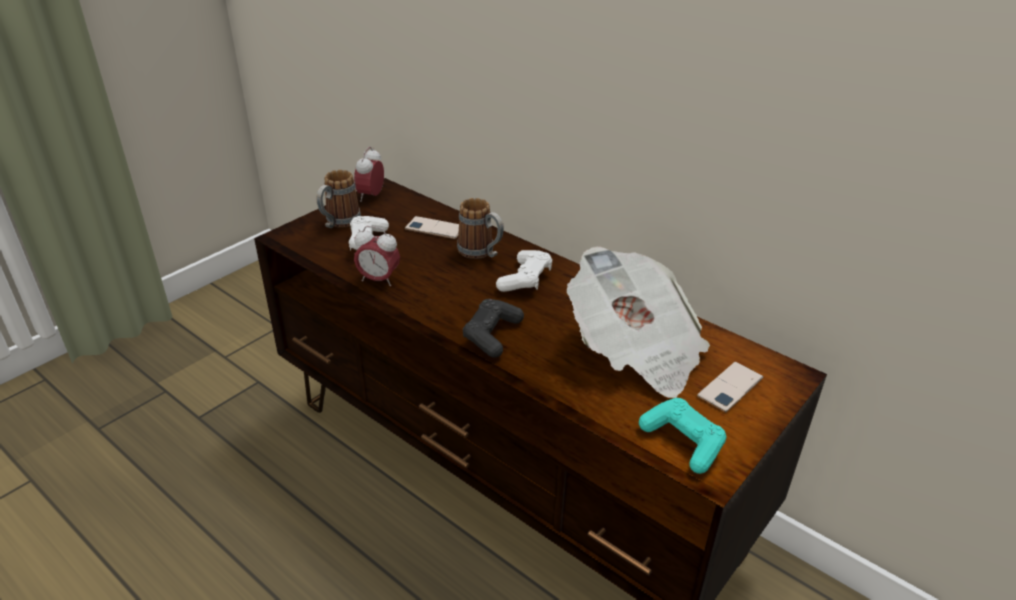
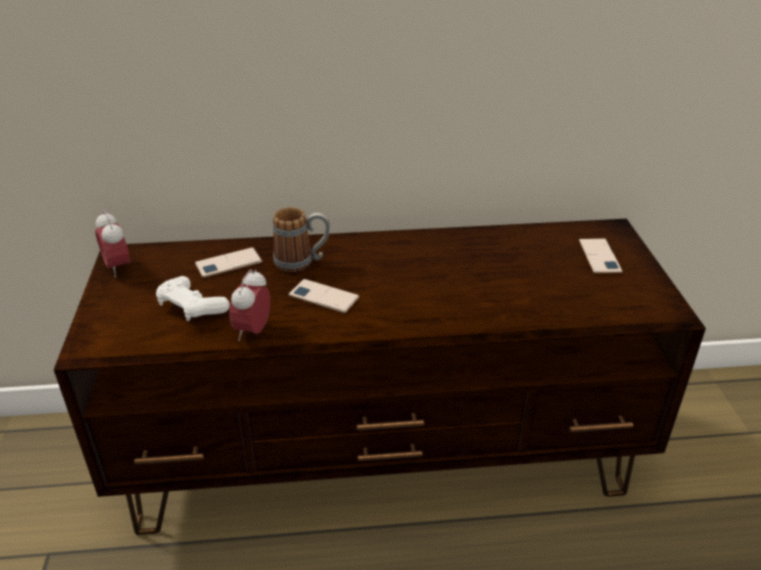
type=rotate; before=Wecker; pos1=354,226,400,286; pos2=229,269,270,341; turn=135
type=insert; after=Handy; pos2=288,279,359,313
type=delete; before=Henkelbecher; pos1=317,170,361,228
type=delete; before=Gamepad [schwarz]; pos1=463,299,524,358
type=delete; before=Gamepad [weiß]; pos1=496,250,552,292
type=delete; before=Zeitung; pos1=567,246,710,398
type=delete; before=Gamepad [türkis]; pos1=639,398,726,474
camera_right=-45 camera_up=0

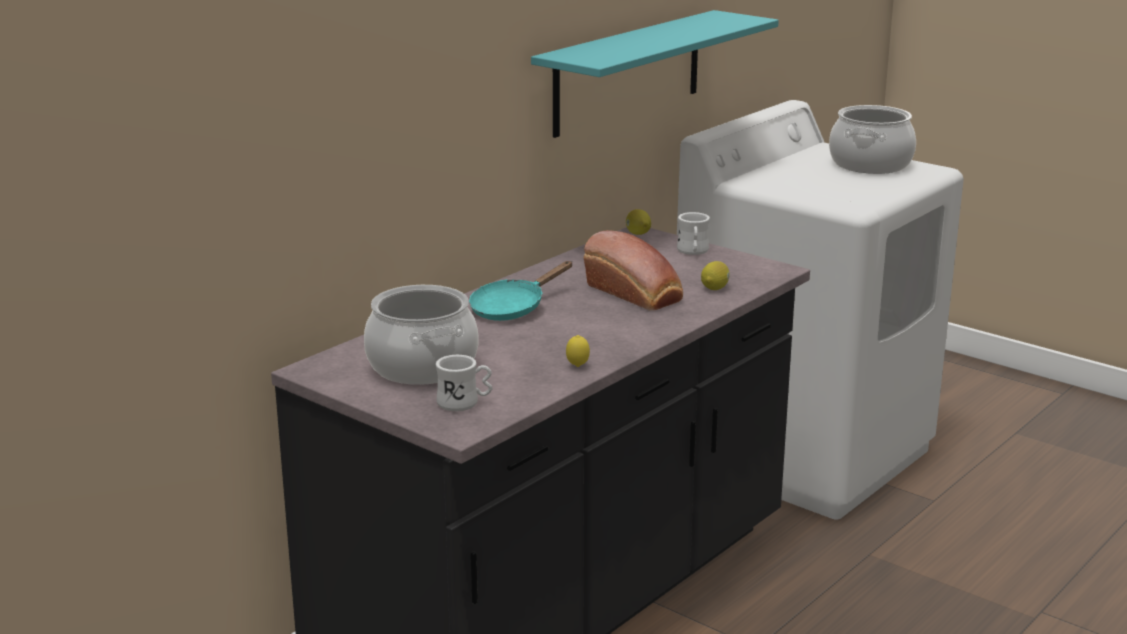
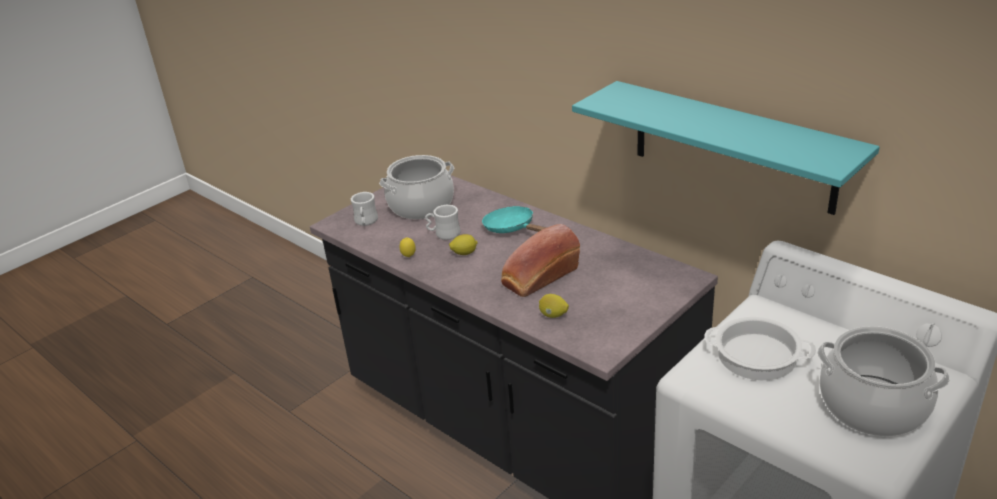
type=move; before=Henkelbecher [weiß]; pos1=677,212,710,255; pos2=425,205,461,240
type=move; before=Zitrone; pos1=626,209,651,235; pos2=449,234,478,255
type=insert; after=Kochtopf; pos2=704,317,816,381
camera_right=95 camera_up=10

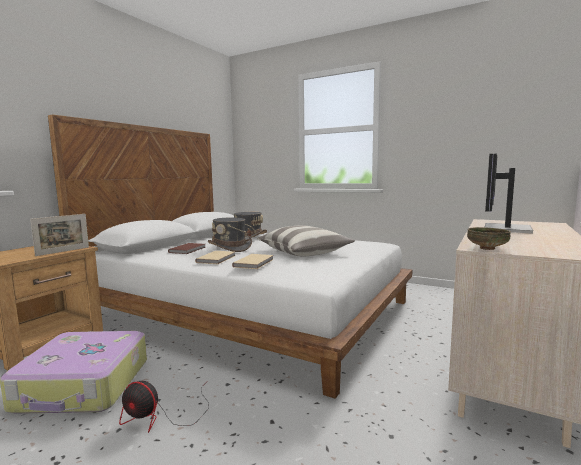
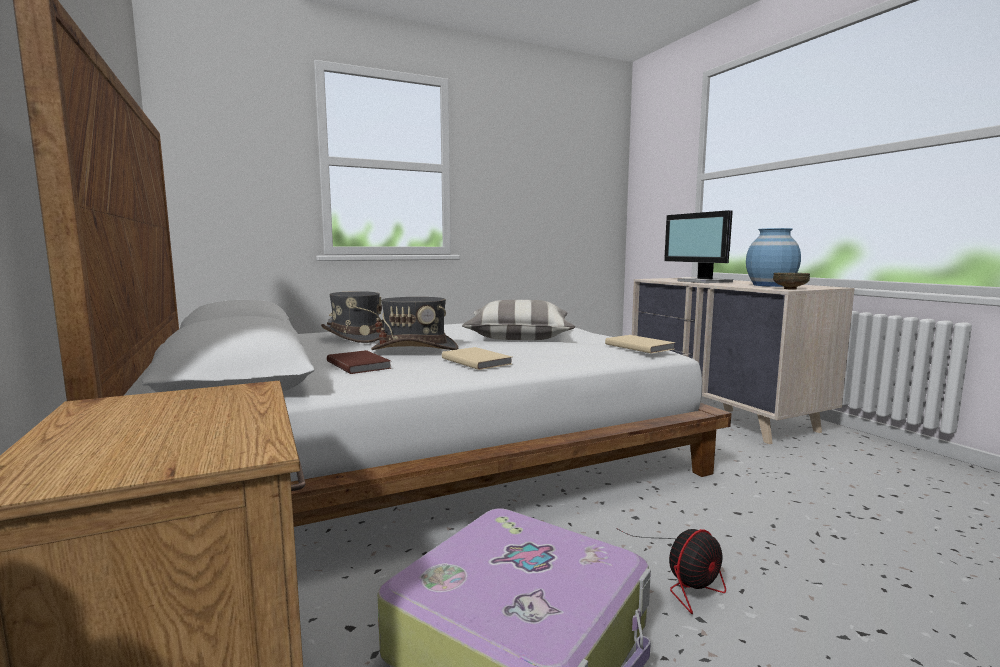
type=move; before=Buch [beige]; pos1=232,254,274,269; pos2=605,335,676,353
type=insert; after=Vase [blau]; pos2=746,228,801,287
type=delete; before=Bilderrahmen; pos1=30,214,89,256
camera_right=-55 camera_up=0

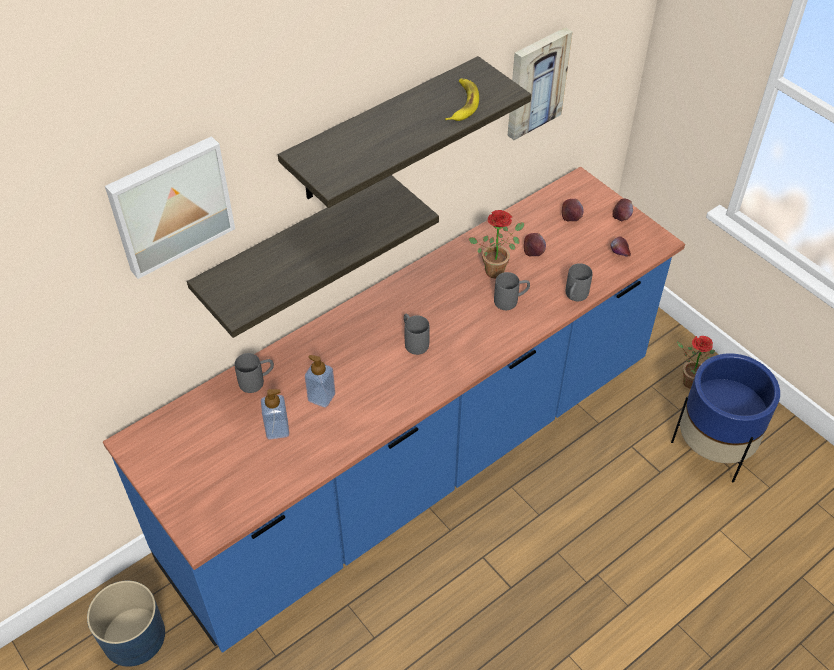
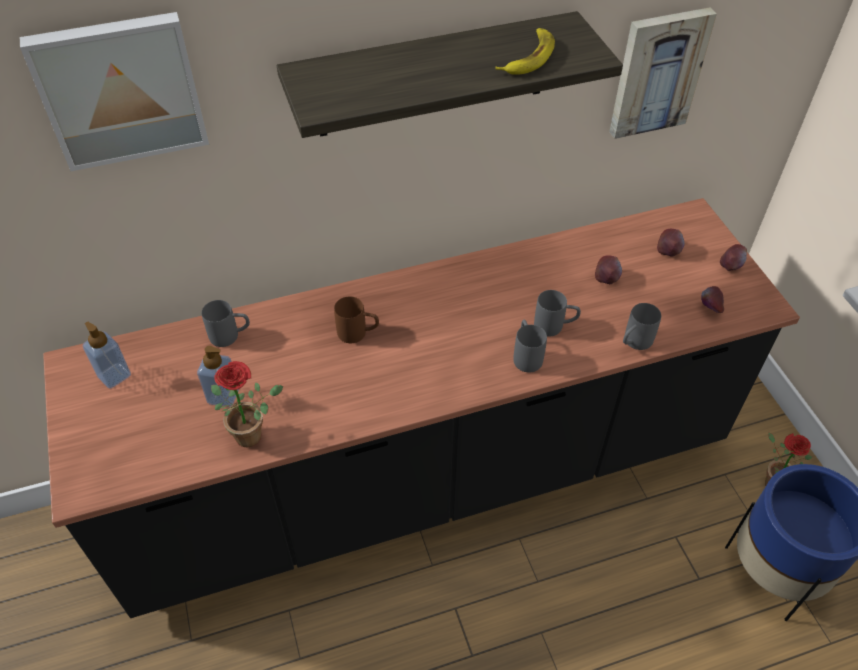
type=recolor; before=Küchenzeile [blau]; after=Küchenzeile [schwarz]; pos1=103,167,685,653; pos2=43,198,800,618
type=move; before=Seifenspender; pos1=305,355,335,407; pos2=83,322,131,389
type=move; before=Topfpflanze; pos1=469,210,524,278; pos2=211,361,283,448
type=insert; after=Henkelbecher [braun]; pos2=334,296,379,343
type=move; before=Henkelbecher [grau]; pos1=404,314,430,355; pos2=513,320,547,372
type=delete; before=Pflanzkübel [blau]; pos1=87,581,165,667
type=delete; before=Wandregal; pos1=187,175,439,338
camera_right=20 camera_up=0

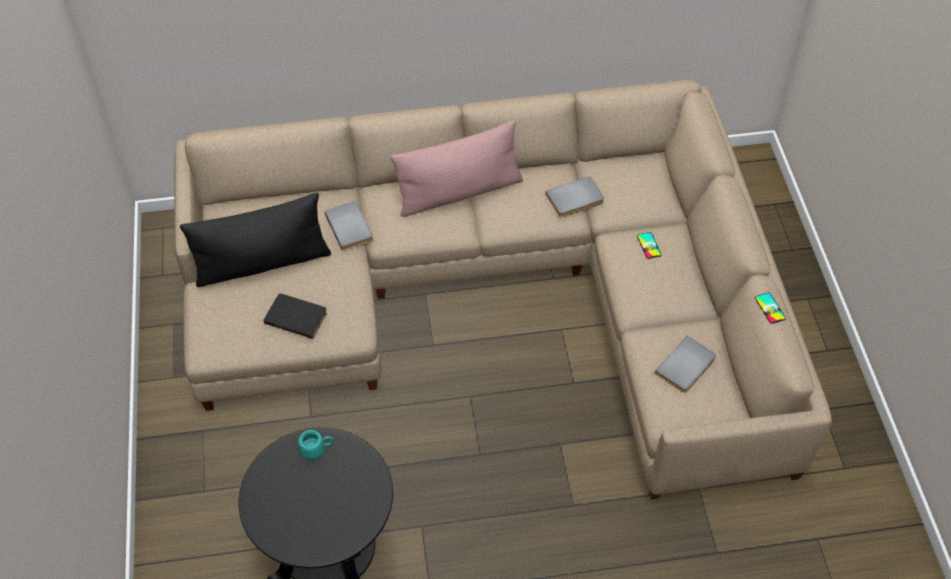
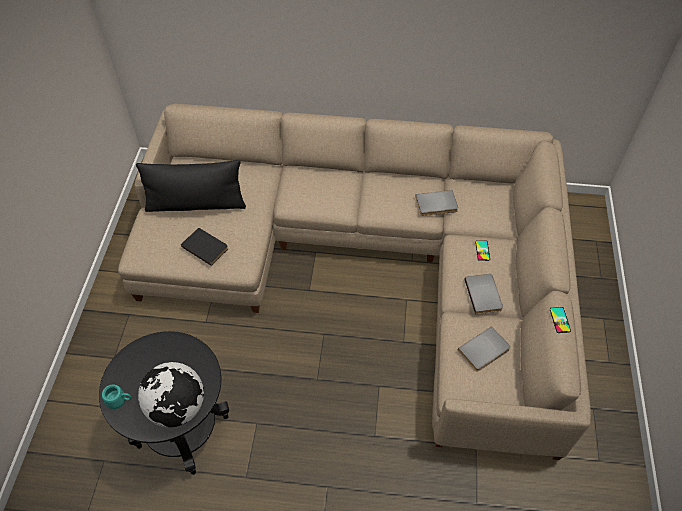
type=move; before=Henkelbecher [türkis]; pos1=299,430,334,460; pos2=102,384,132,409
type=insert; after=Globus; pos2=138,362,204,427
type=move; before=Buch [grau]; pos1=325,201,373,251; pos2=465,274,503,314
type=delete; before=Kissen [rosa]; pos1=390,120,523,217
camera_right=15 camera_up=0

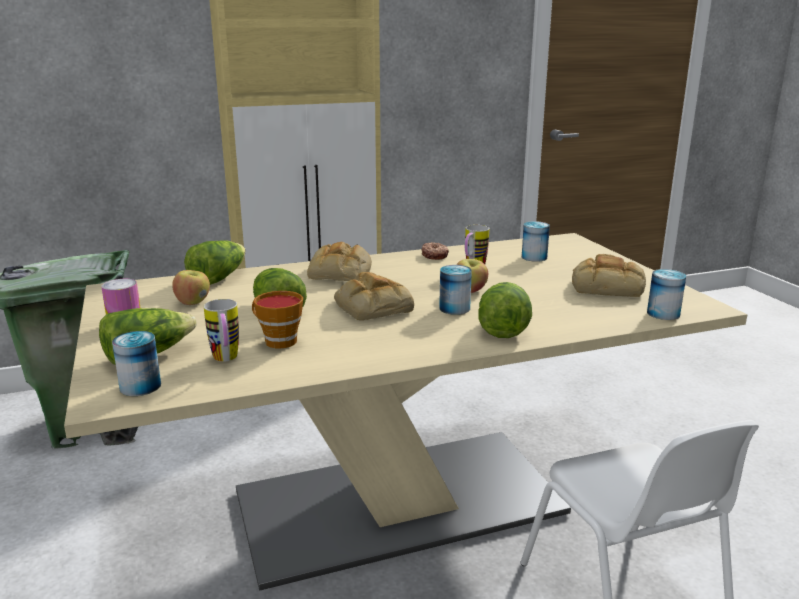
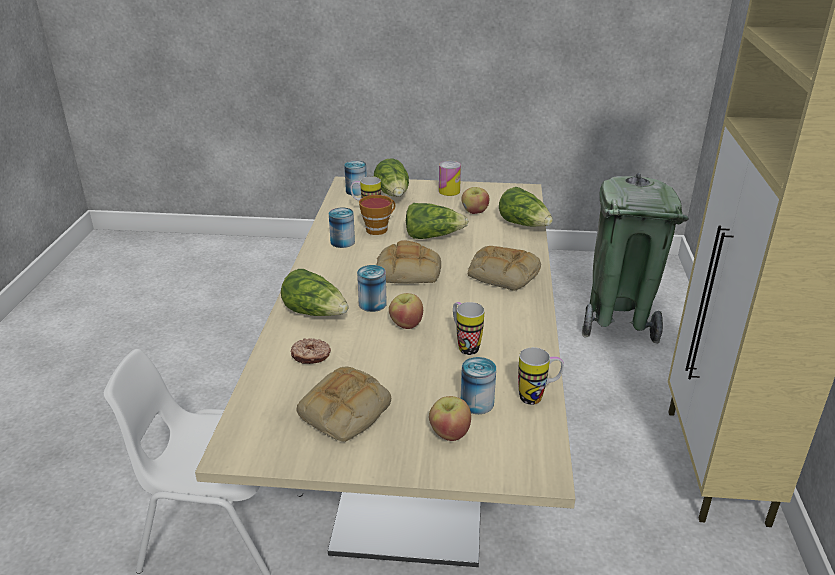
type=move; before=Donut; pos1=422,242,449,260; pos2=290,338,331,364
type=move; before=Dose; pos1=647,269,686,320; pos2=329,208,355,248
type=insert; after=Apfel; pos2=429,396,471,441
type=insert; after=Henkelbecher; pos2=518,347,564,405
camera_right=115 camera_up=10

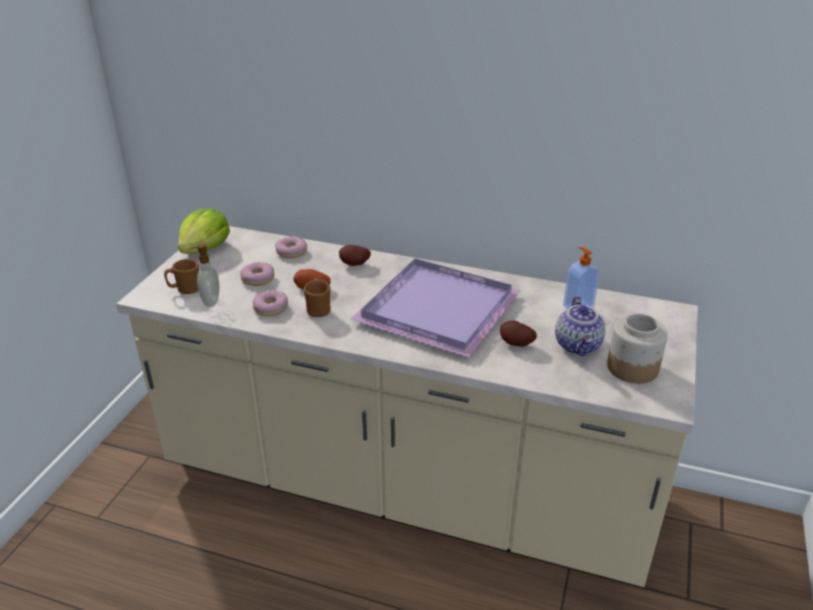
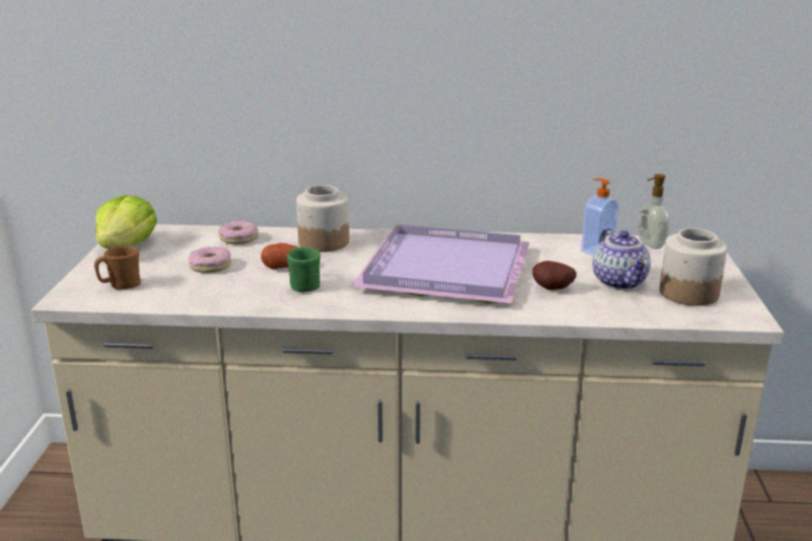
type=recolor; before=Henkelbecher [braun]; after=Henkelbecher [grün]; pos1=303,278,331,317; pos2=287,247,320,292
type=replace; before=Kartoffel; after=Vorratsglas; pos1=339,245,371,266; pos2=296,185,349,252
type=move; before=Seifenspender; pos1=189,243,220,307; pos2=638,174,670,249
type=delete; before=Donut; pos1=253,290,288,316
camera_right=-15 camera_up=-10

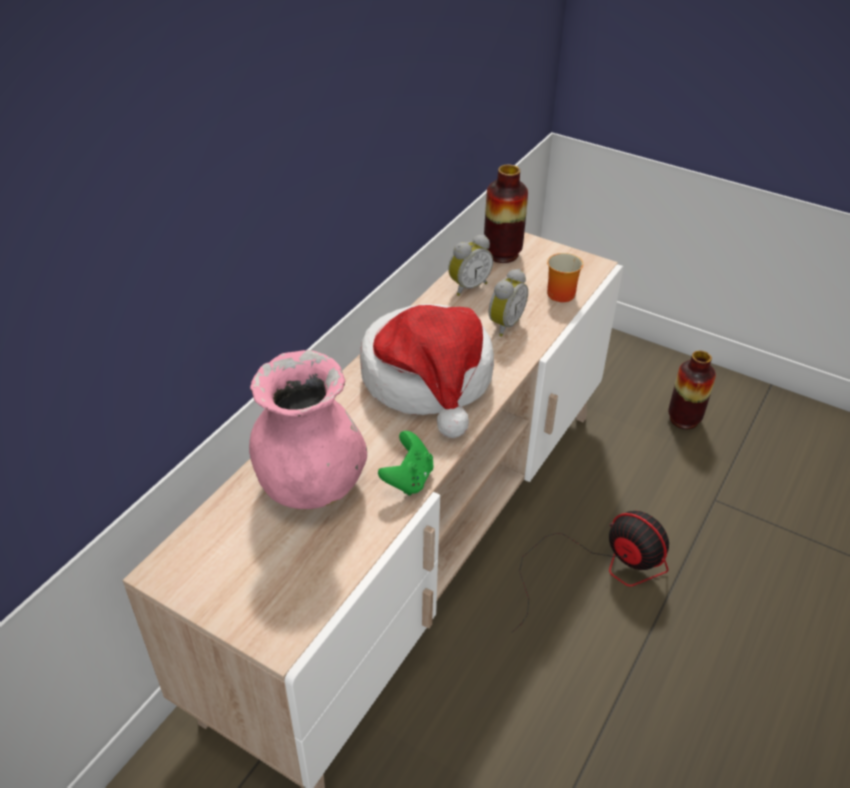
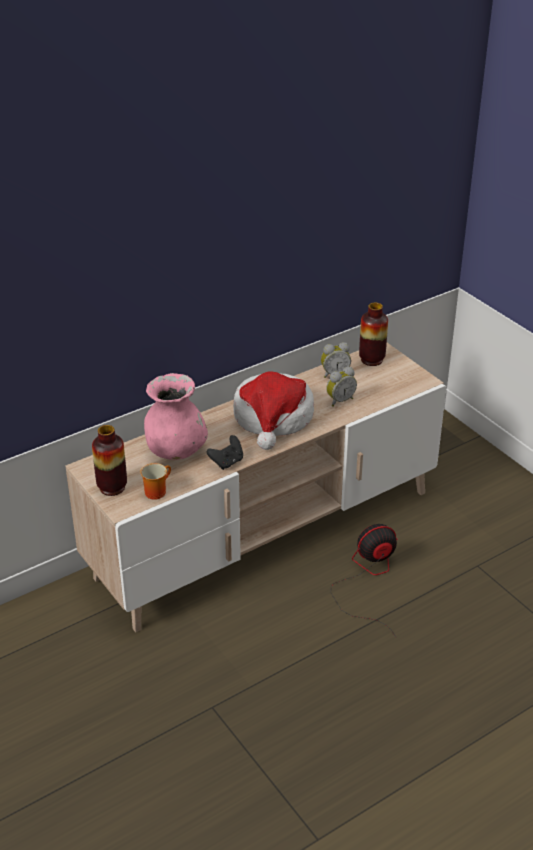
type=move; before=Vase; pos1=668,351,716,429; pos2=92,425,127,496
type=move; before=Henkelbecher; pos1=547,253,583,302; pos2=140,463,171,500
type=recolor; before=Gamepad [grün]; after=Gamepad [schwarz]; pos1=378,431,434,496; pos2=207,435,243,470
type=rotate; before=Ventilator; pos1=512,511,669,633; pos2=331,524,397,637; turn=-90
camera_right=25 camera_up=-5

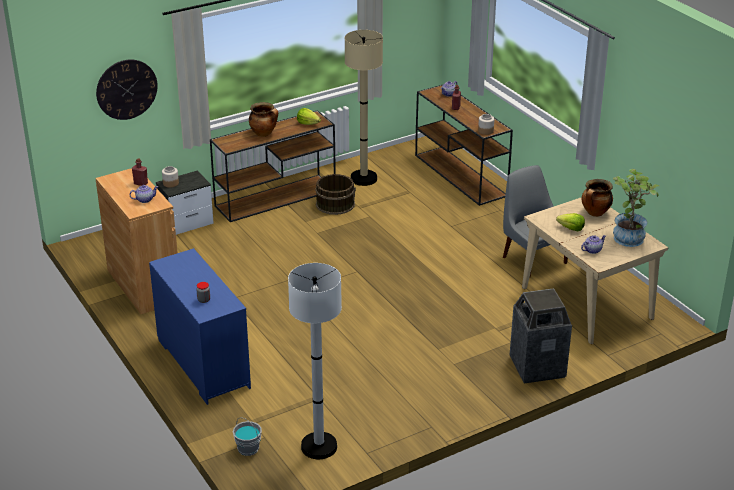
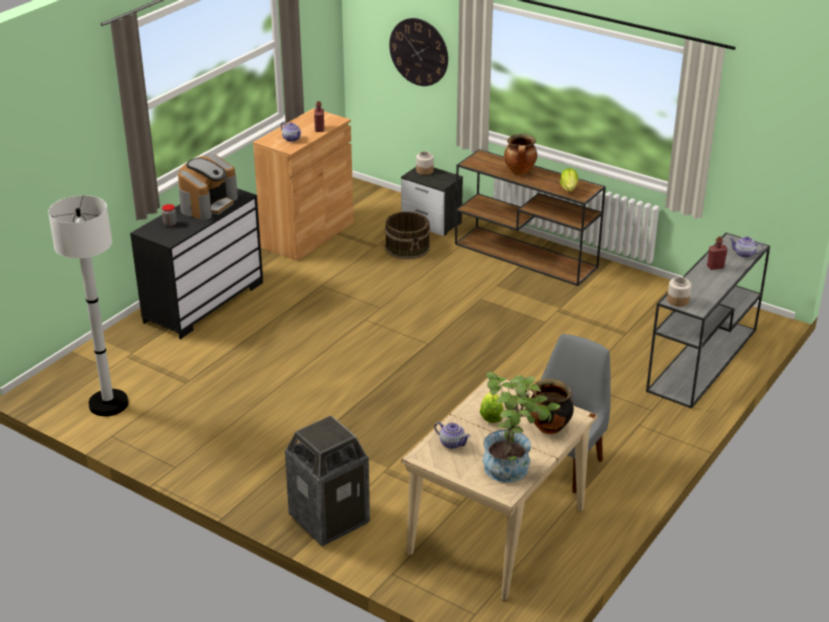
type=recolor; before=Kommode [blau]; after=Kommode [schwarz]; pos1=149,248,251,405; pos2=130,188,263,339
type=insert; after=Kaffeemaschine; pos2=178,154,238,220
type=move; before=Eimer [braun]; pos1=315,174,356,215; pos2=385,212,430,260
type=recolor; before=Konsolentisch [braun]; after=Konsolentisch [grau]; pos1=415,85,513,206; pos2=646,233,770,409
type=delete; before=Eimer [grau]; pos1=233,417,262,456
type=delete; before=Stehlampe [beige]; pos1=345,30,383,186
camera_right=65 camera_up=0

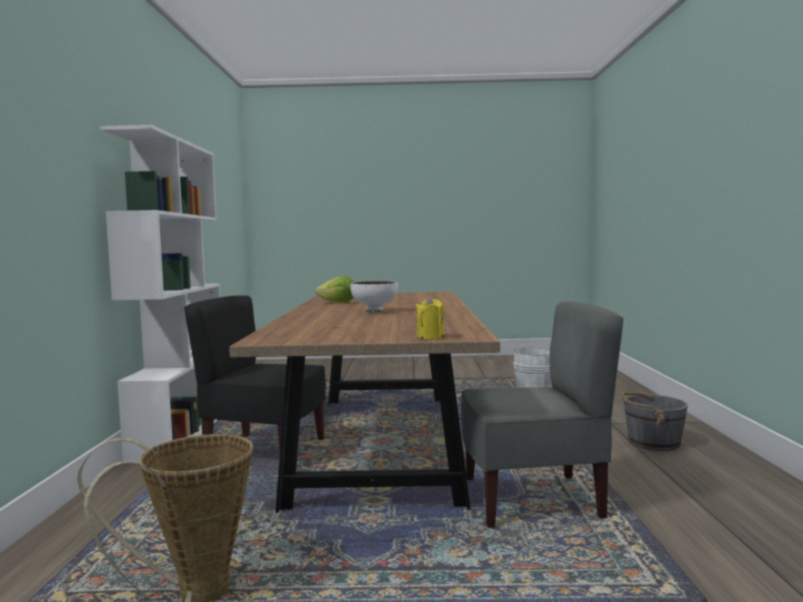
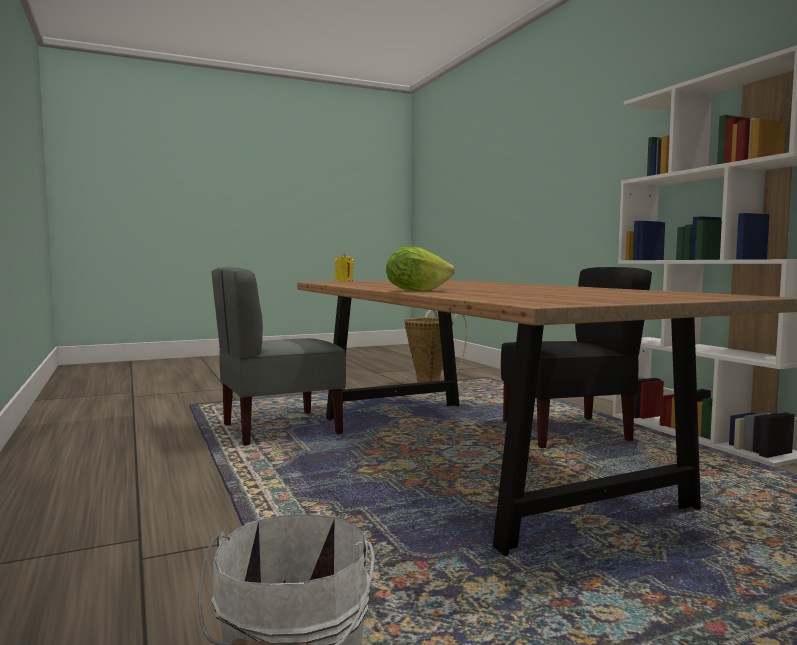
type=move; before=Salatkopf; pos1=316,276,354,303; pos2=386,246,455,292
type=delete; before=Schüssel [weiß]; pos1=351,281,398,313
type=delete; before=Eimer [grau]; pos1=621,392,688,451
camera_right=155 camera_up=0

